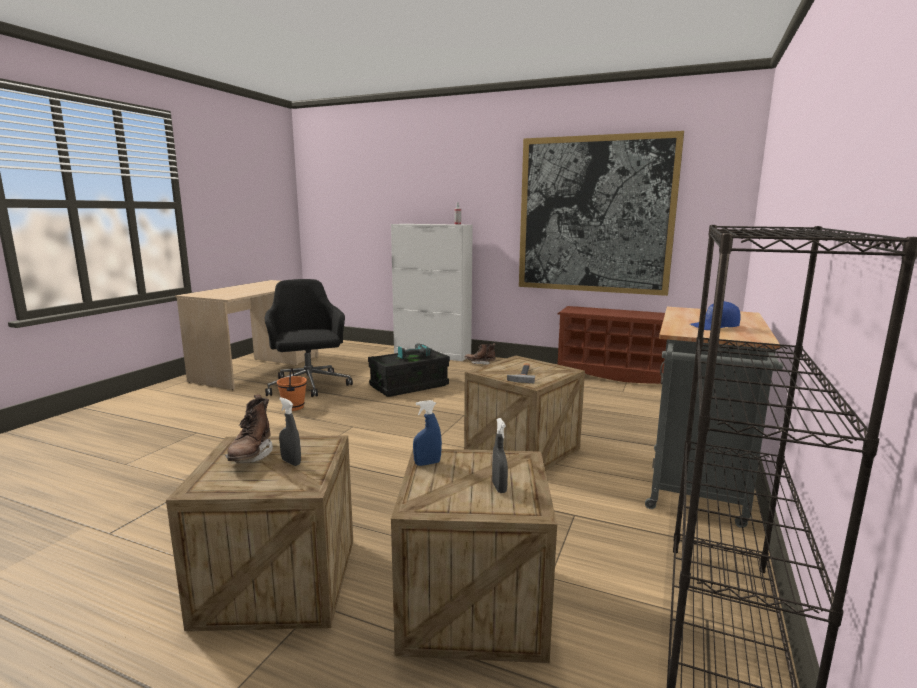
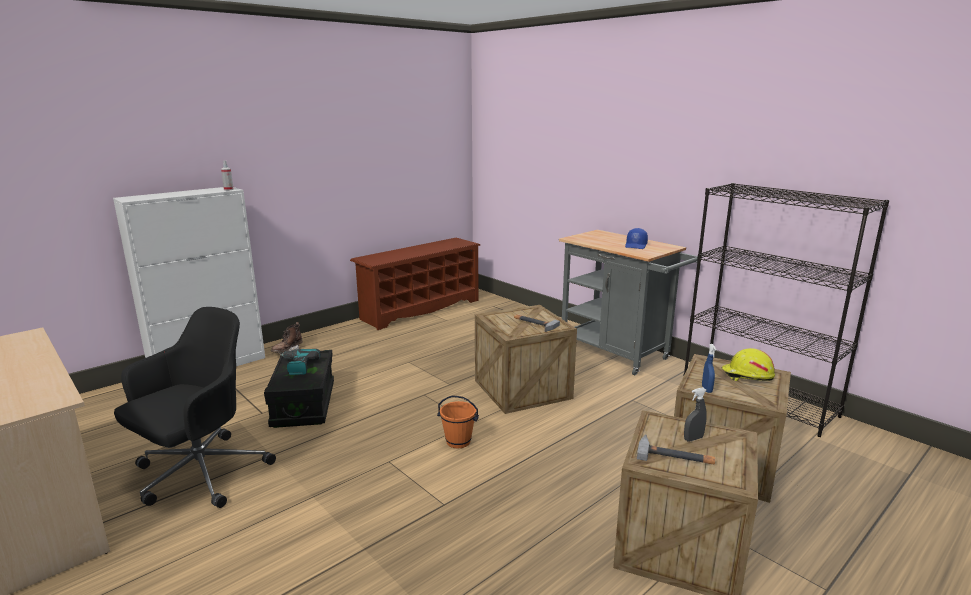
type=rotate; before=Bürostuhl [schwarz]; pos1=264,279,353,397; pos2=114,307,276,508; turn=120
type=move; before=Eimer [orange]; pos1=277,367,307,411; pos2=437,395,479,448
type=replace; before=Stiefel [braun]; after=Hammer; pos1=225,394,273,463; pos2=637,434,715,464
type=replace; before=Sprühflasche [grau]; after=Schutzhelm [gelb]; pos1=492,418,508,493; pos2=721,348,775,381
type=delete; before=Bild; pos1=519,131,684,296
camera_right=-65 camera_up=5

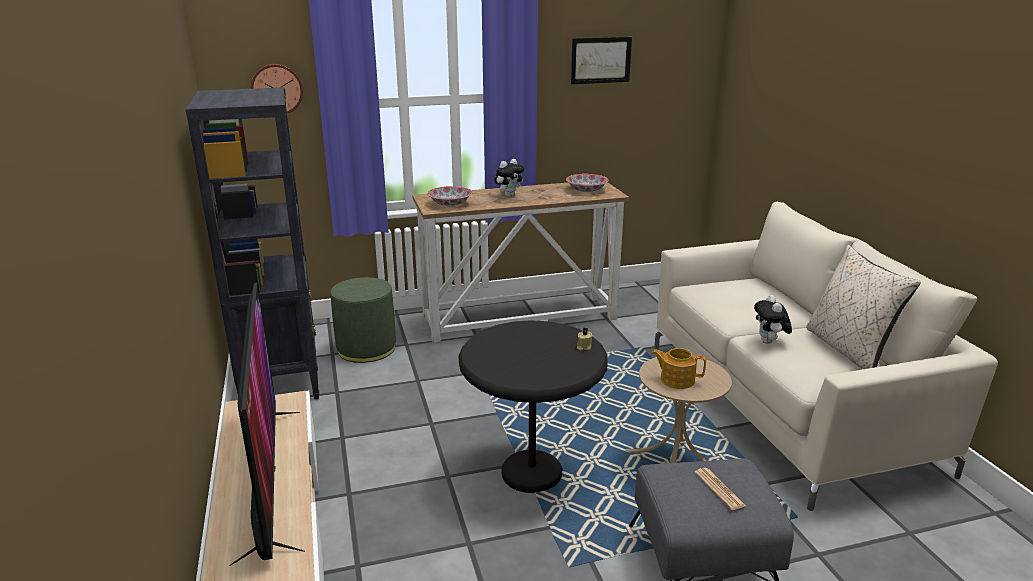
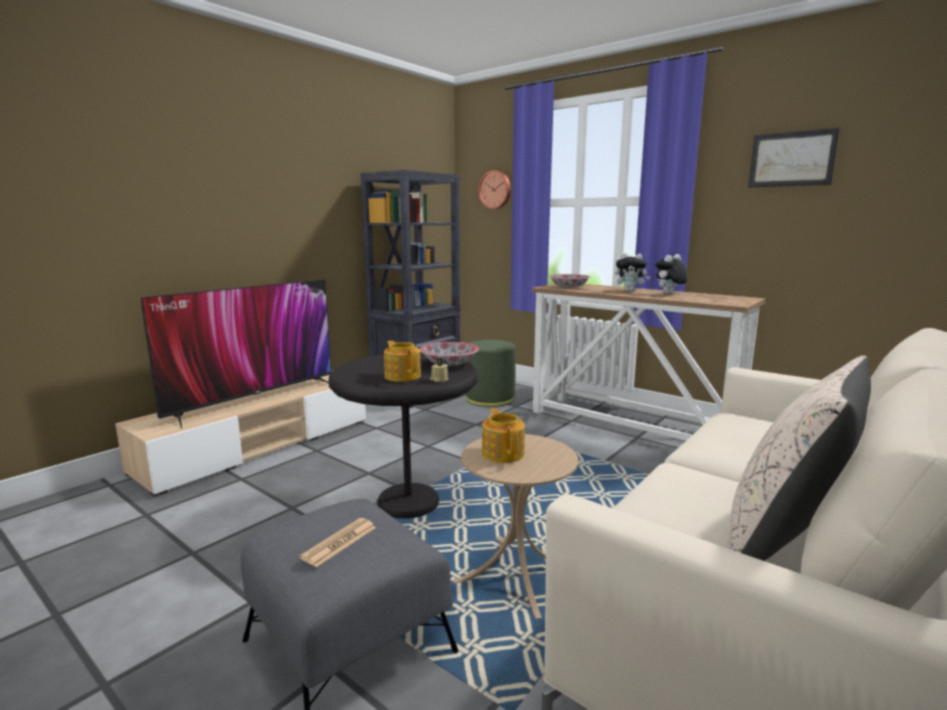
type=insert; after=Teekanne; pos2=384,340,421,382
type=move; before=Schüssel; pos1=566,174,609,192; pos2=420,342,479,366
type=move; before=Plüschtier; pos1=754,295,792,344; pos2=655,254,688,294
camera_right=55 camera_up=-10

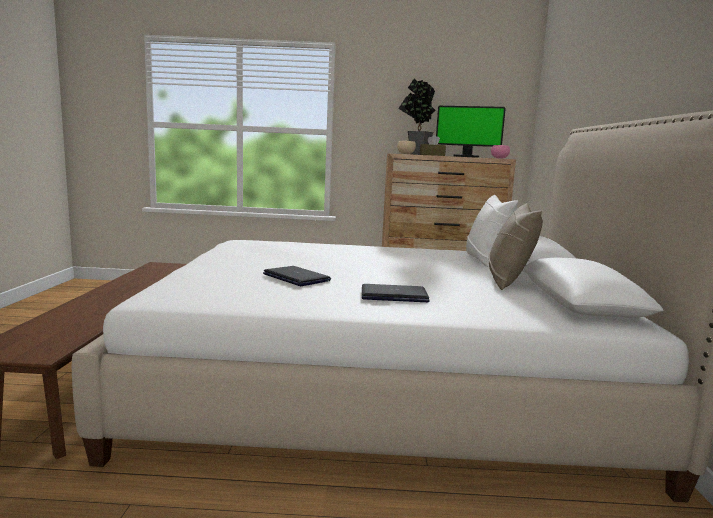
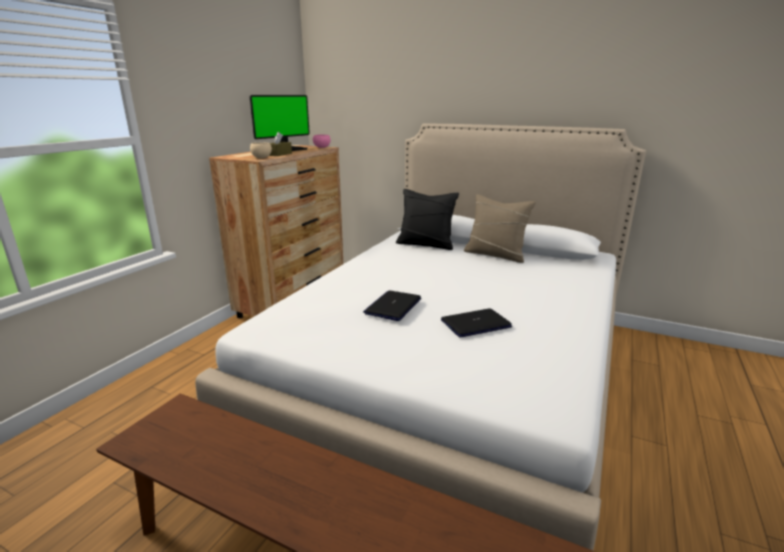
type=move; before=Laptop; pos1=362,284,429,302; pos2=363,290,421,321
type=recolor; before=Kissen [weiß]; after=Kissen [schwarz]; pos1=466,195,518,267; pos2=396,189,459,250
type=delete; before=Topfpflanze; pos1=398,79,435,155
camera_right=-65 camera_up=10

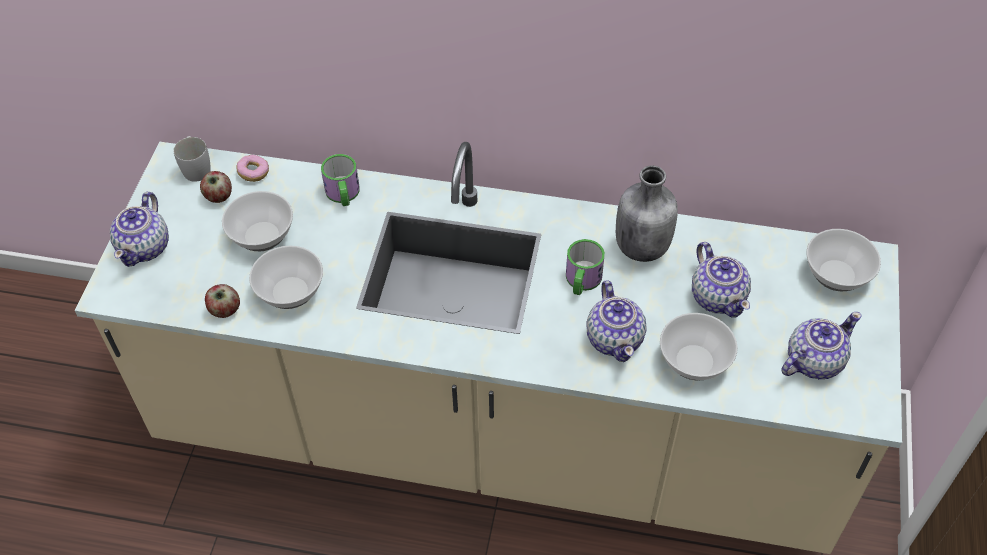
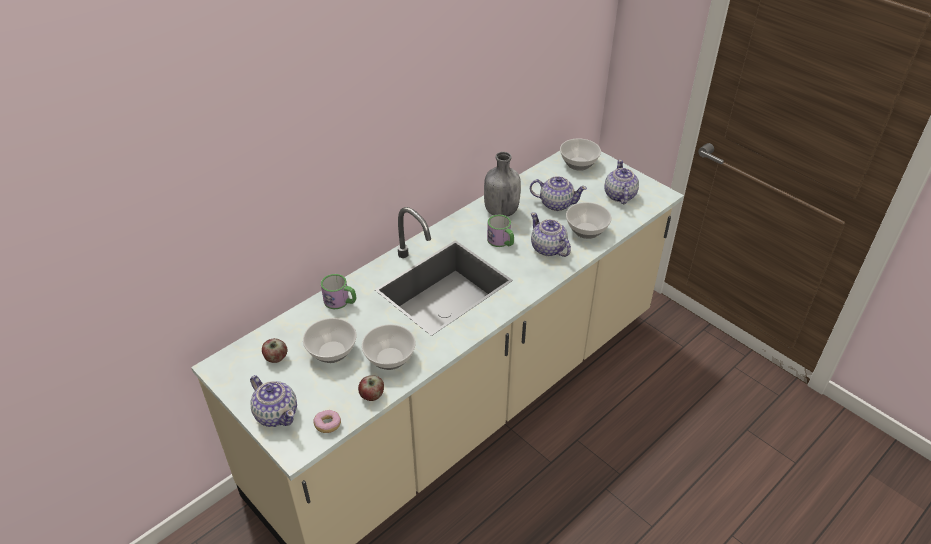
type=move; before=Donut; pos1=237,155,269,182; pos2=313,410,341,433
type=rotate; before=Teekanne; pos1=587,280,647,362; pos2=531,212,571,257; turn=-150
type=delete; before=Henkelbecher [weiß]; pos1=174,136,211,182
camera_right=-55 camera_up=-10

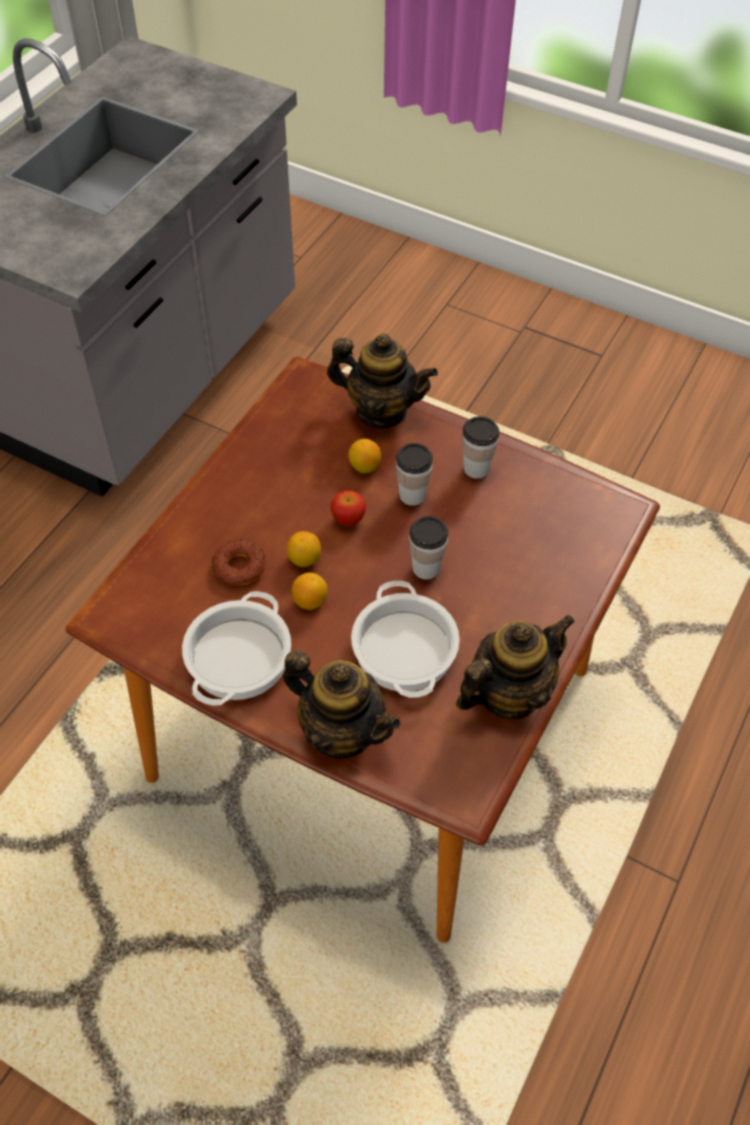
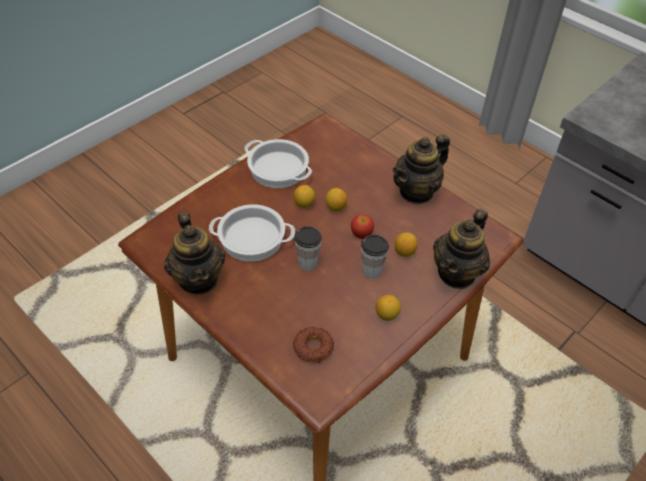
type=move; before=Donut; pos1=211,539,266,585; pos2=293,327,334,363
type=replace; before=Tasse; after=Zitrone; pos1=462,416,499,479; pos2=375,295,401,321
type=move; before=Teekanne; pos1=283,649,401,759; pos2=392,134,450,205
camera_right=105 camera_up=-5

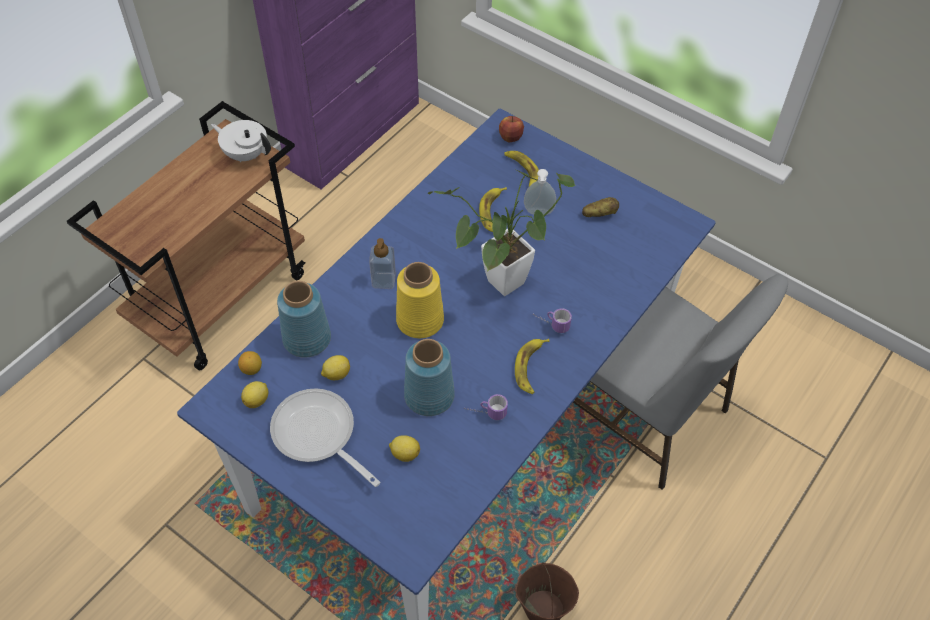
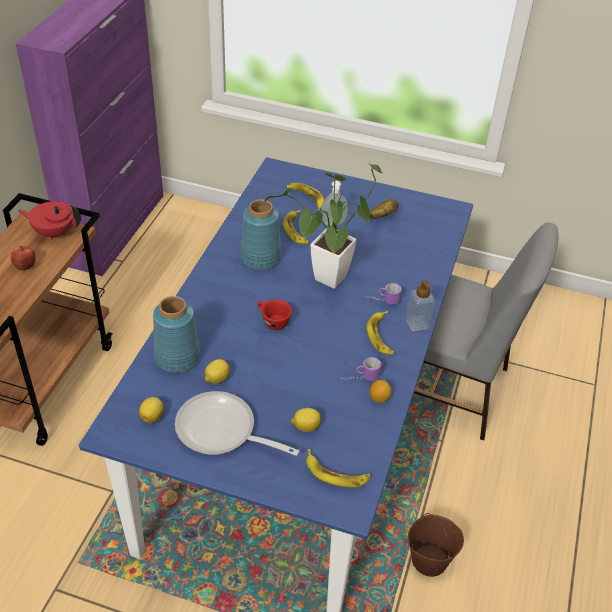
type=move; before=Apfel; pos1=499,116,524,142; pos2=10,245,36,271
type=recolor; before=Teekanne [weiß]; after=Teekanne [rot]; pos1=211,120,271,162; pos2=18,201,81,239
type=move; before=Vase [blau]; pos1=404,339,455,416; pos2=241,199,281,270
type=replace; before=Vase [gelb]; after=Tasse [rot]; pos1=396,262,444,338; pos2=257,300,292,330
type=insert; after=Banane; pos2=306,449,371,488
type=move; before=Zitrone; pos1=238,351,262,375; pos2=370,380,392,403
type=move; before=Seifenspender; pos1=369,238,396,289; pos2=406,279,435,331
camera_right=-20 camera_up=-10

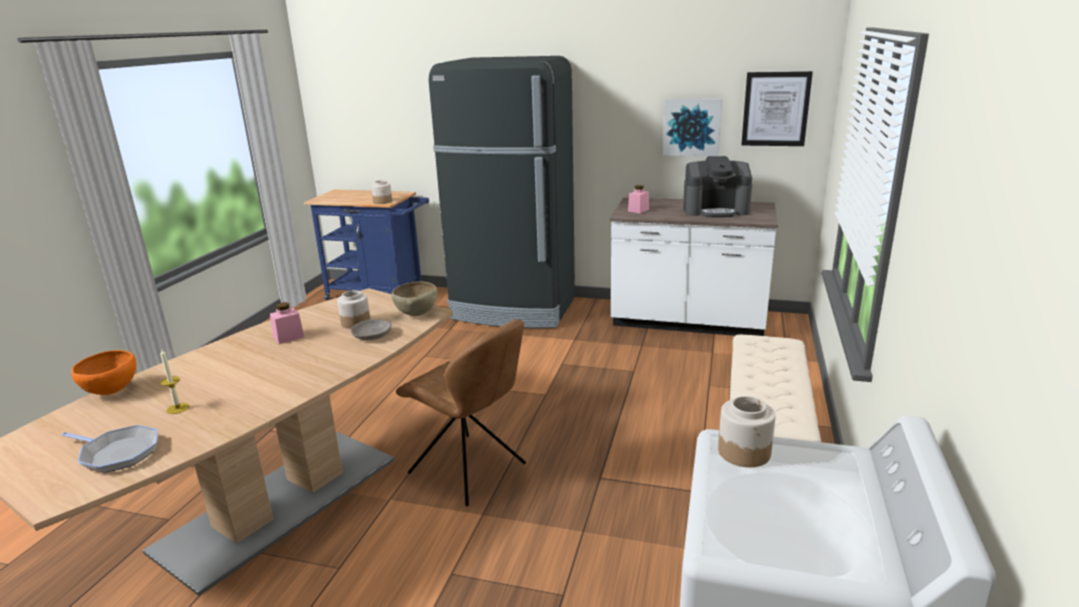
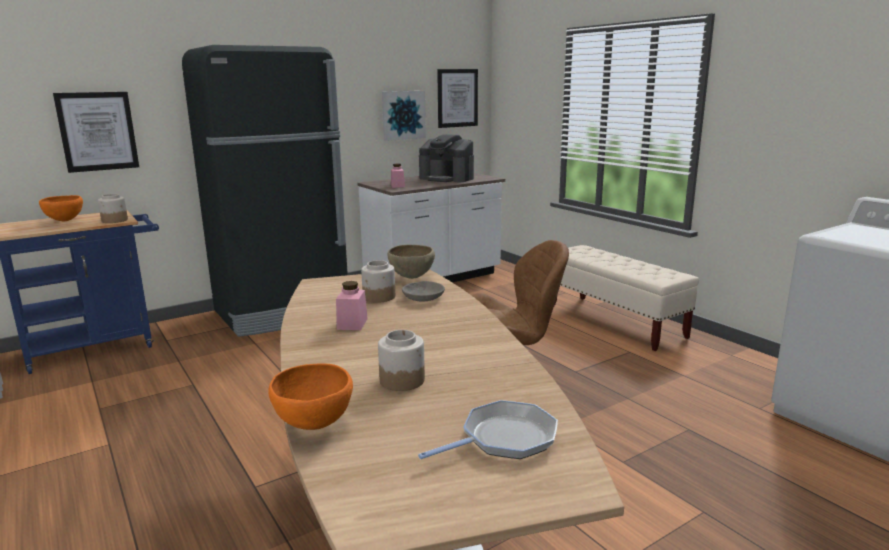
type=insert; after=Schüssel [orange]; pos2=39,195,83,221
type=insert; after=Bild; pos2=53,92,139,173
type=move; before=Vorratsglas; pos1=718,396,775,467; pos2=378,330,425,391
type=rotate; before=Kaffeemaschine; pos1=683,156,752,217; pos2=419,134,474,182; turn=75
type=delete; before=Kerze; pos1=160,348,189,414
camera_right=-50 camera_up=-5

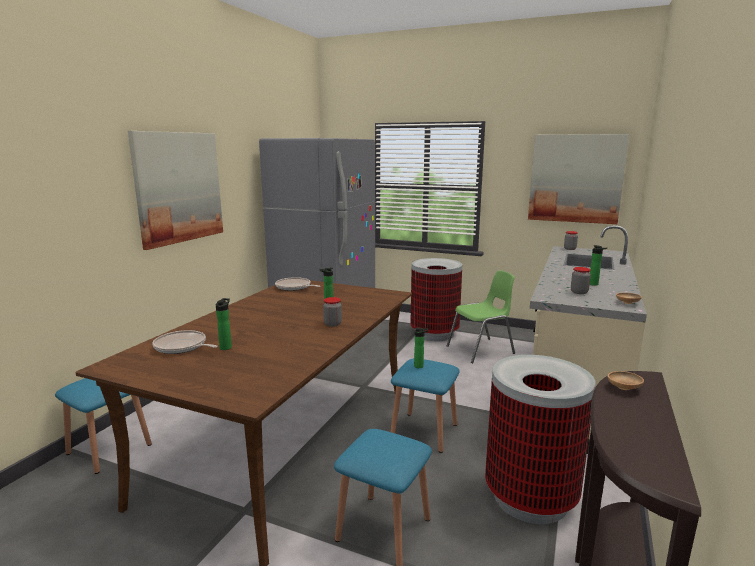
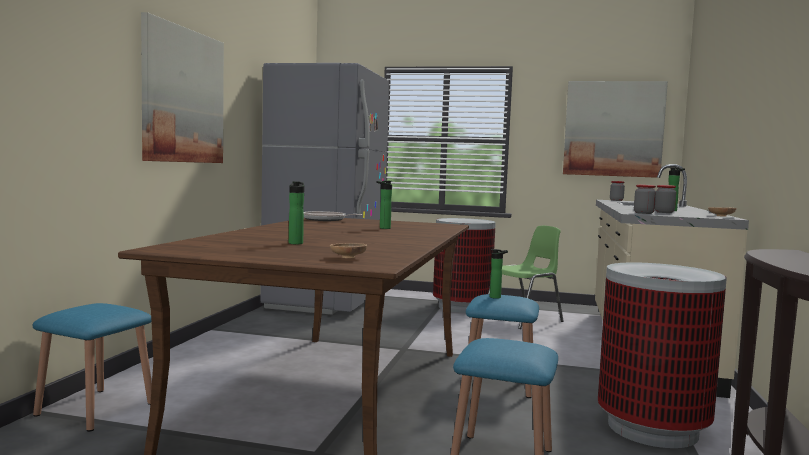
type=move; before=Schüssel [braun]; pos1=608,371,644,390; pos2=330,243,367,258
type=move; before=Vorratsglas; pos1=323,297,342,327; pos2=634,184,656,214
type=delete; before=Pfanne; pos1=152,330,218,354
camera_right=-10 camera_up=-10

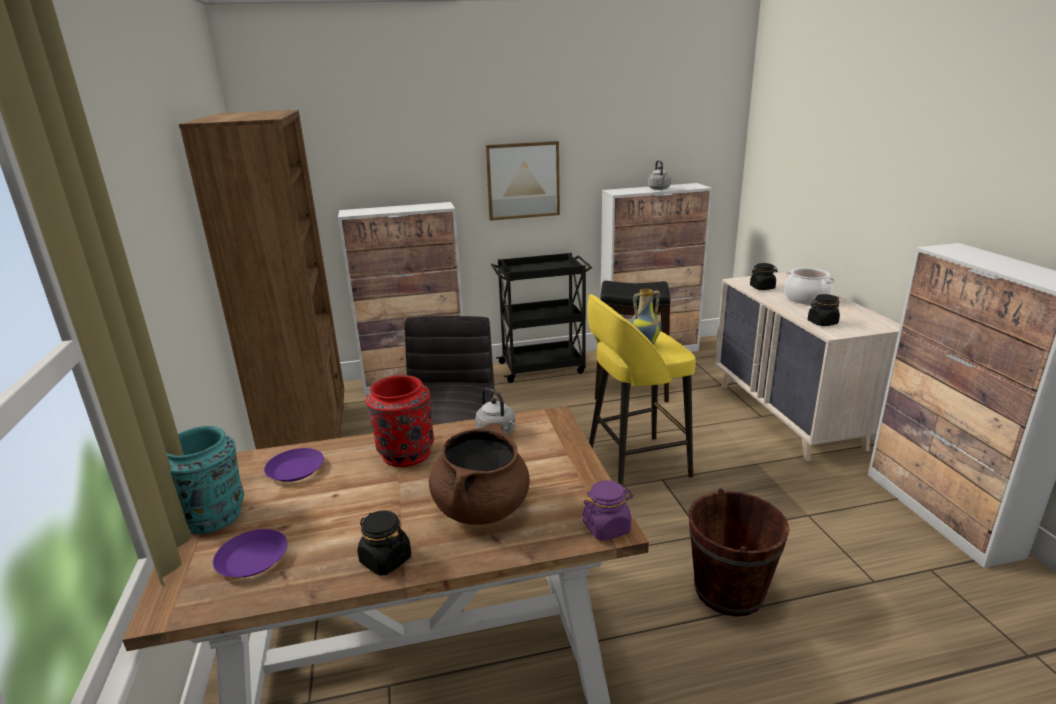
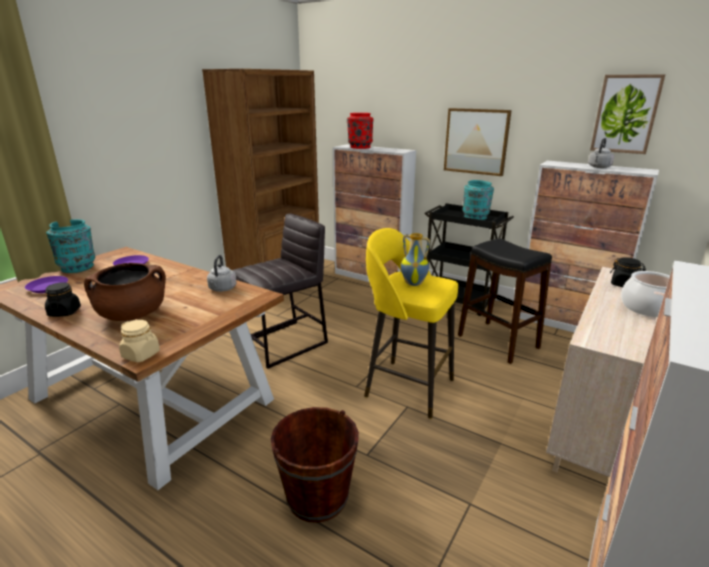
type=recolor; before=Vorratsglas [lila]; after=Vorratsglas [beige]; pos1=582,480,633,541; pos2=119,320,160,362
type=move; before=Vase [rot]; pos1=366,375,434,467; pos2=347,113,373,149
type=insert; after=Vase [türkis]; pos2=462,180,494,220
type=insert; after=Bild; pos2=590,74,665,154
type=delete; before=Vorratsglas [schwarz]; pos1=808,294,840,326
camera_right=45 camera_up=0

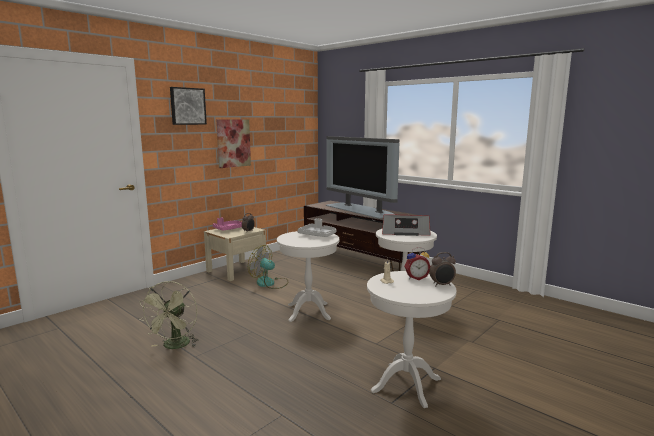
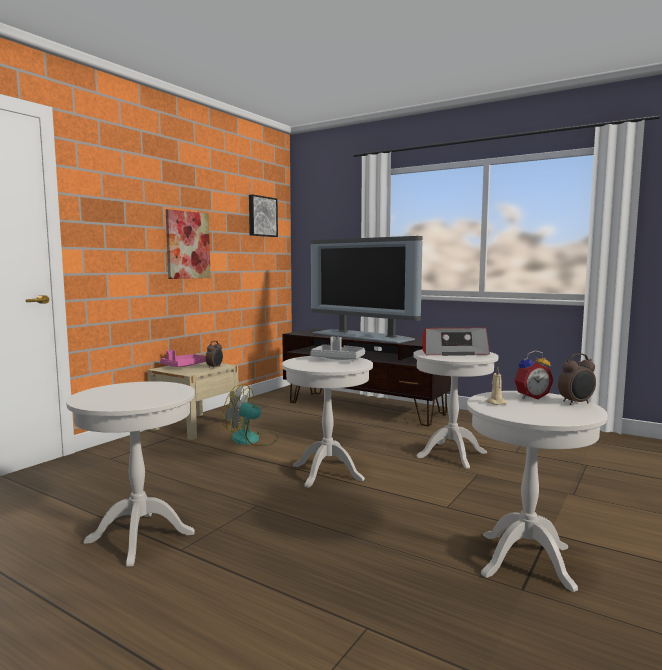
type=replace; before=Ventilator [grün]; after=Beistelltisch [weiß]; pos1=139,281,199,349; pos2=66,381,195,567
type=move; before=Bild; pos1=170,87,207,125; pos2=249,194,278,237
camera_right=-10 camera_up=-5

